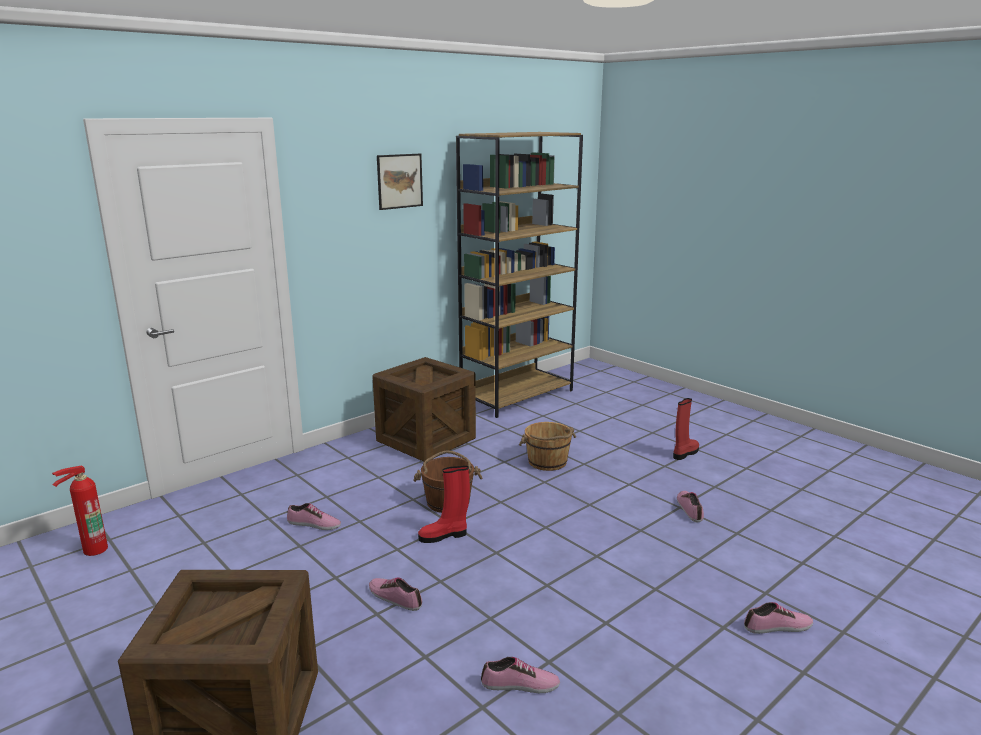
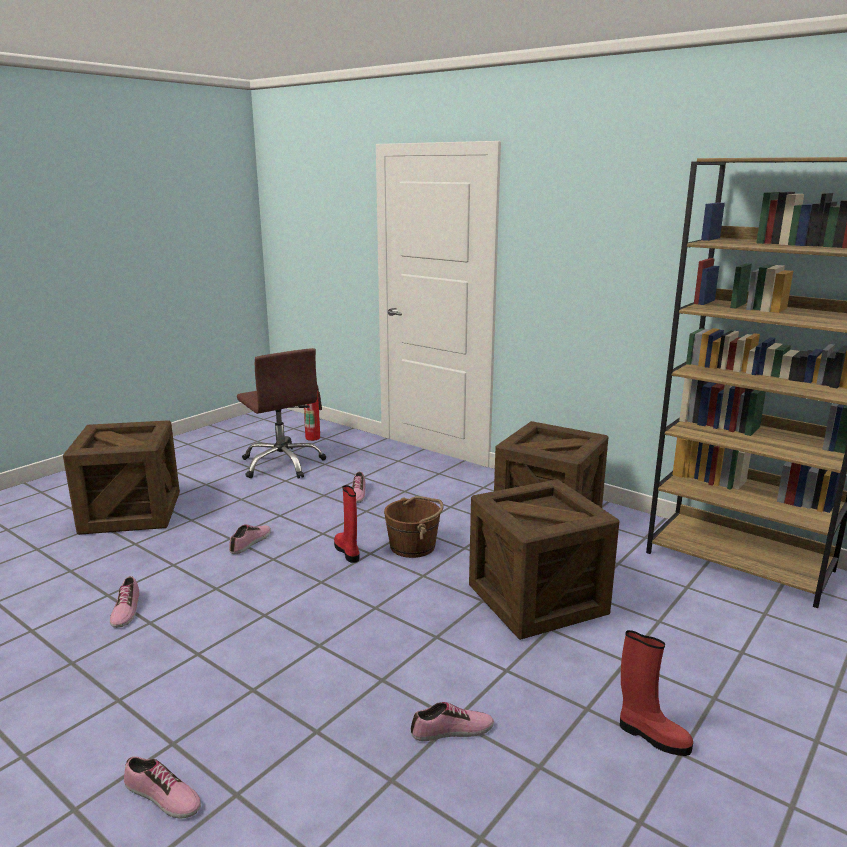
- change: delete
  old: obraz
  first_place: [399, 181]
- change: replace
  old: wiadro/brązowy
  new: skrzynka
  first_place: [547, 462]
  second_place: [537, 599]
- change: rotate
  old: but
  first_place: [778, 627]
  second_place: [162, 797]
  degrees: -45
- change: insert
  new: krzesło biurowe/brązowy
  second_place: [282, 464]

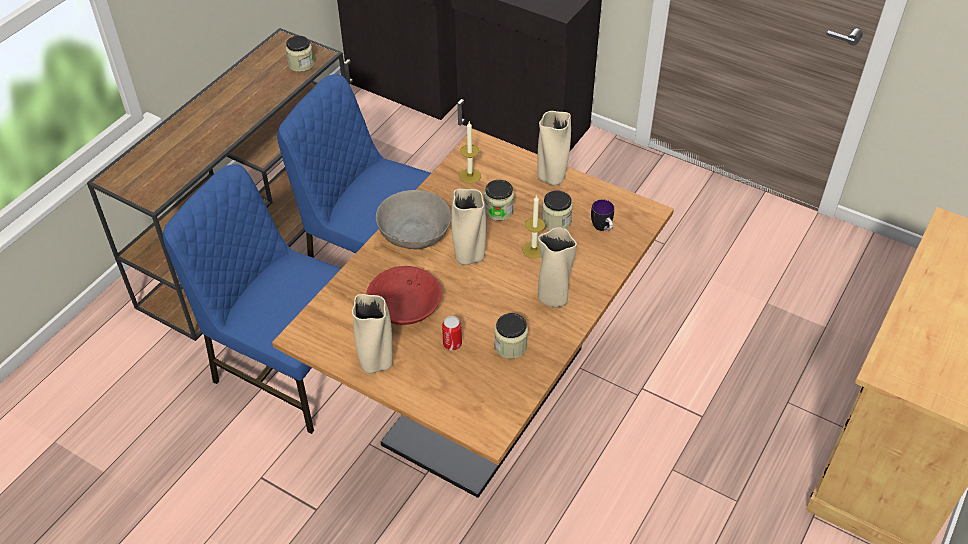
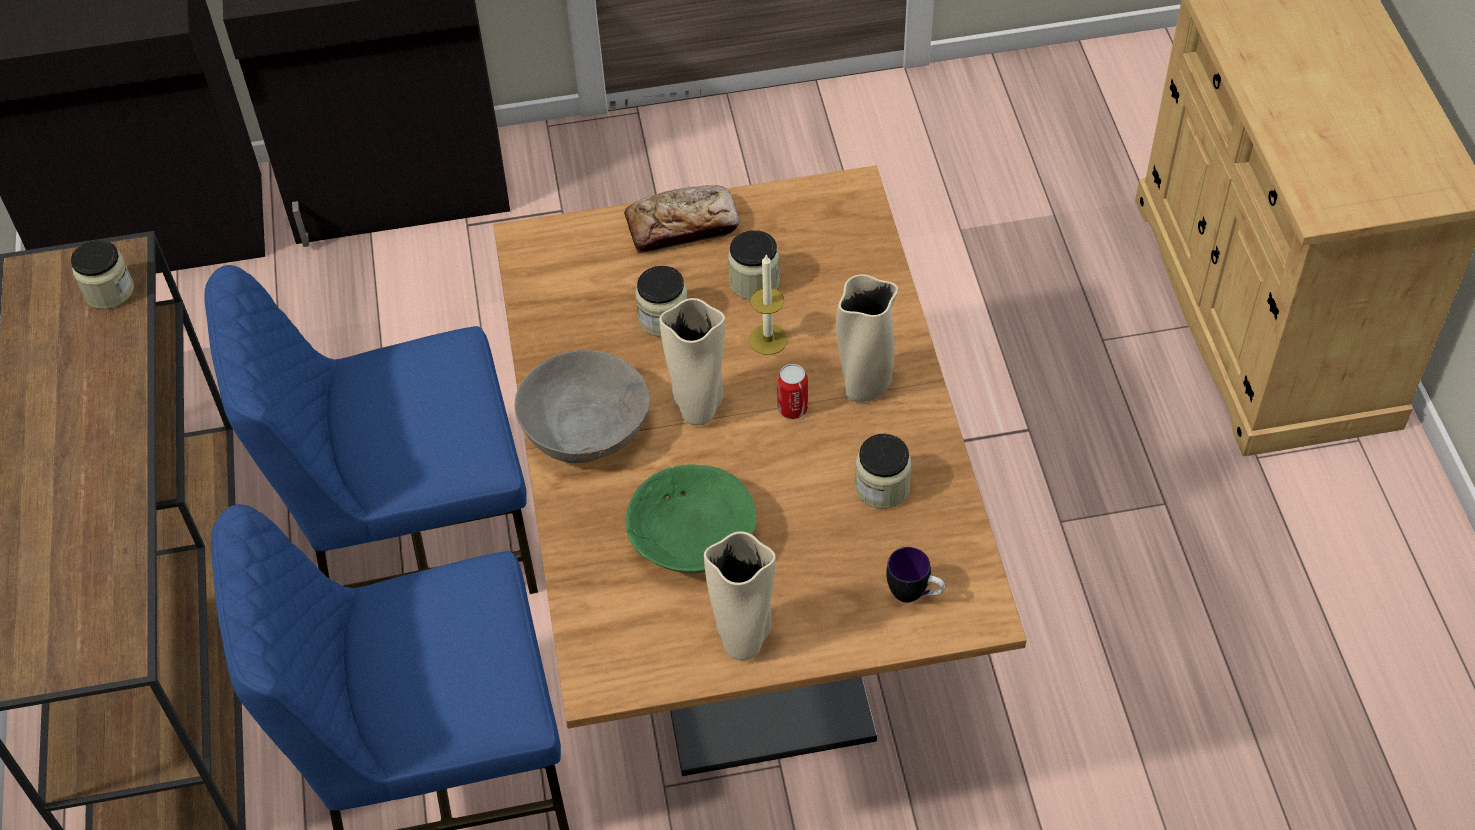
- change: replace
  old: wazon/beżowy
  new: chleb
  first_place: [551, 179]
  second_place: [682, 226]
- change: delete
  old: świeca
  first_place: [470, 176]
- change: move
  old: kubek
  first_place: [603, 229]
  second_place: [914, 594]
- change: recolor
  old: miska/czerwony
  new: miska/zielony
  first_place: [406, 308]
  second_place: [694, 537]
- change: move
  old: puszka
  first_place: [452, 344]
  second_place: [792, 408]

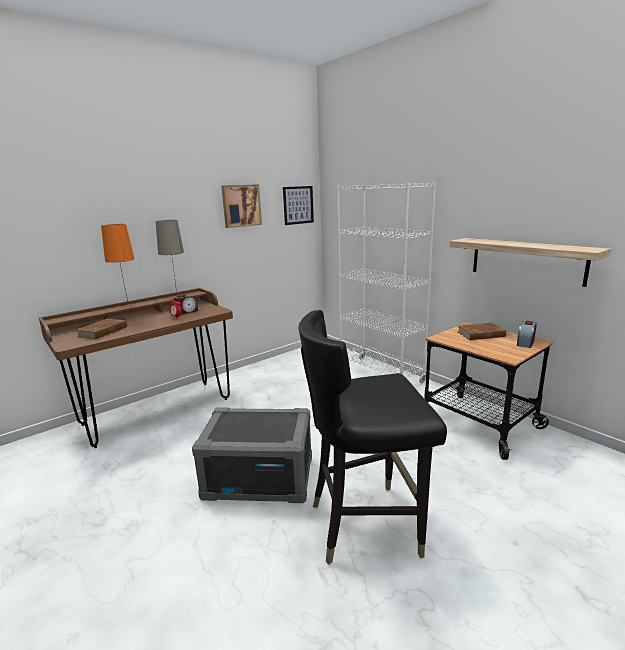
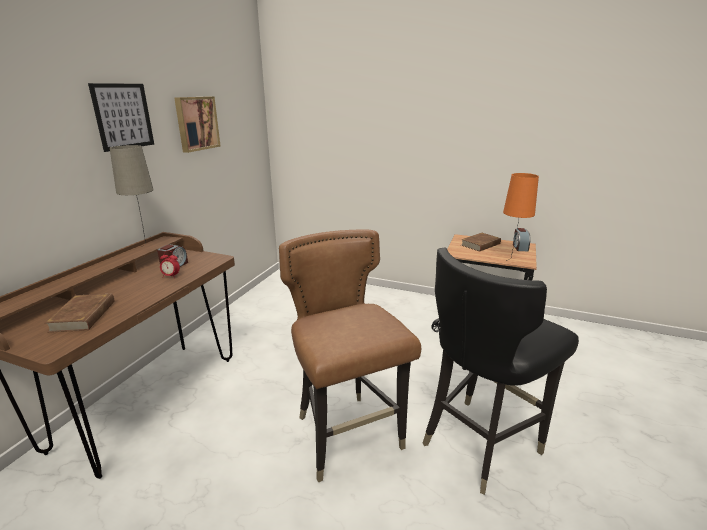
- change: delete
  old: regał/biały
  first_place: [380, 374]
- change: move
  old: obraz
  first_place: [298, 205]
  second_place: [123, 116]
- change: move
  old: lampa stołowa/pomarańczowy
  first_place: [128, 307]
  second_place: [510, 263]
- change: delete
  old: półka
  first_place: [526, 260]
- change: replace
  old: pojemnik do przechowywania/szary
  new: krzesło/brązowy
  first_place: [260, 477]
  second_place: [347, 436]

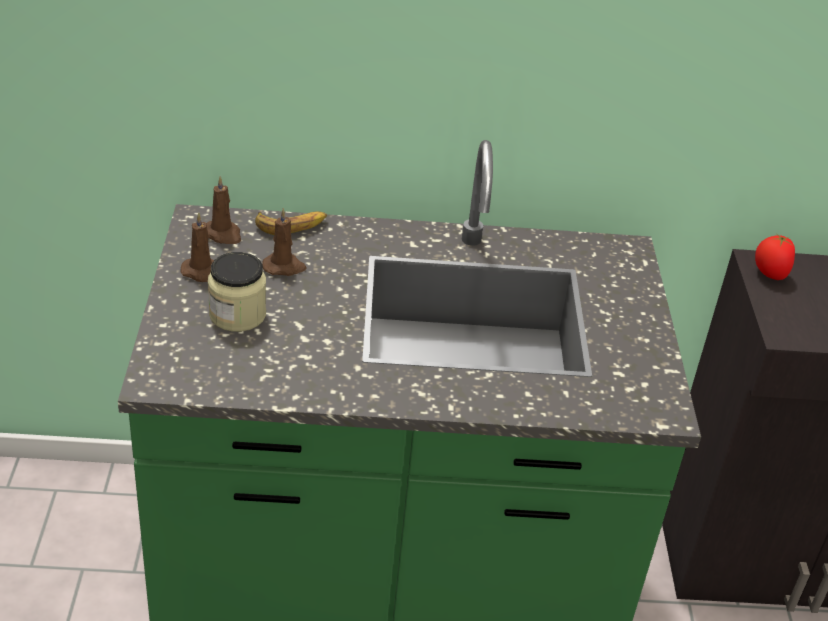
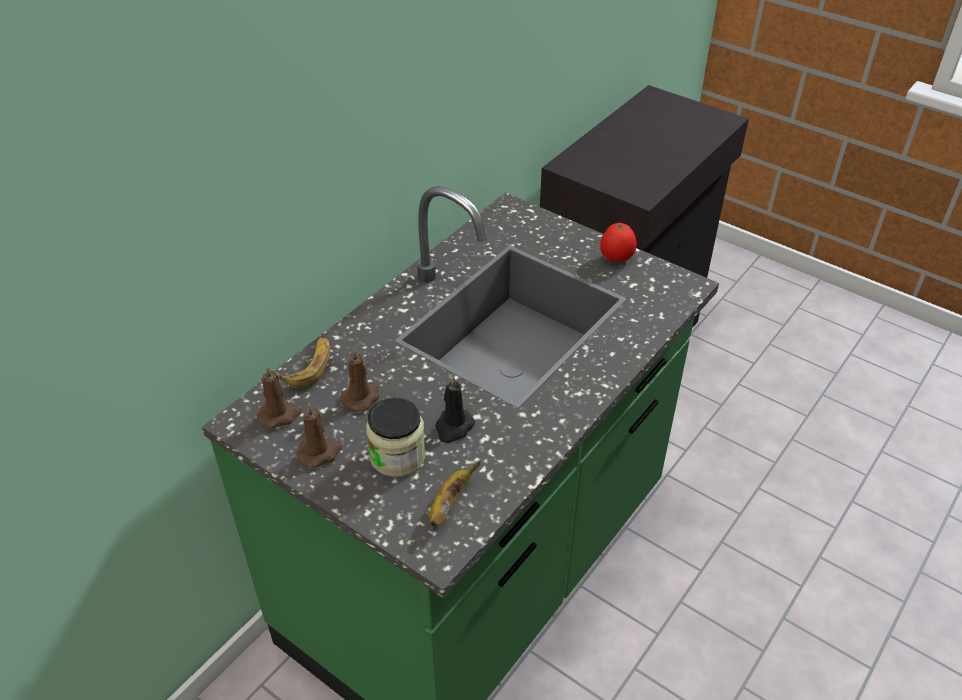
- change: move
  old: pomidor
  first_place: [769, 274]
  second_place: [616, 258]
- change: insert
  new: świeca/czarny
  second_place: [453, 427]
- change: insert
  new: banan
  second_place: [449, 503]

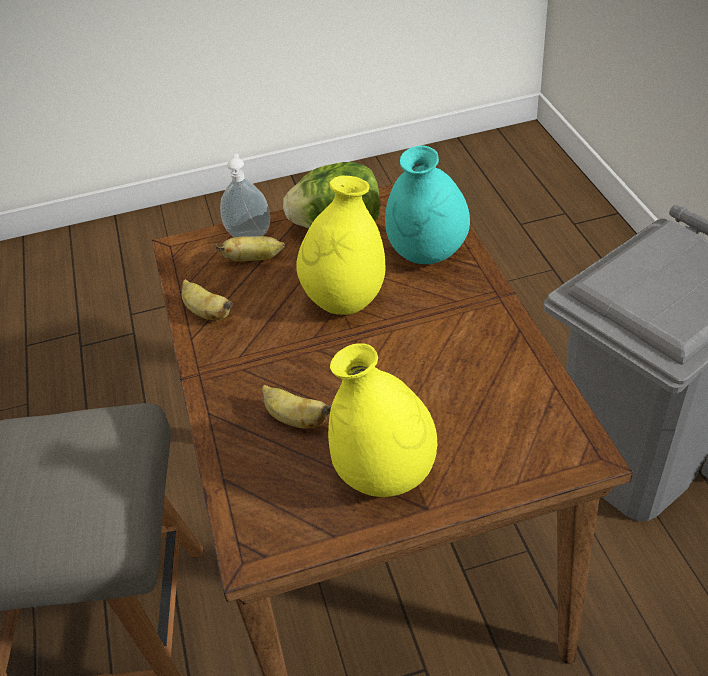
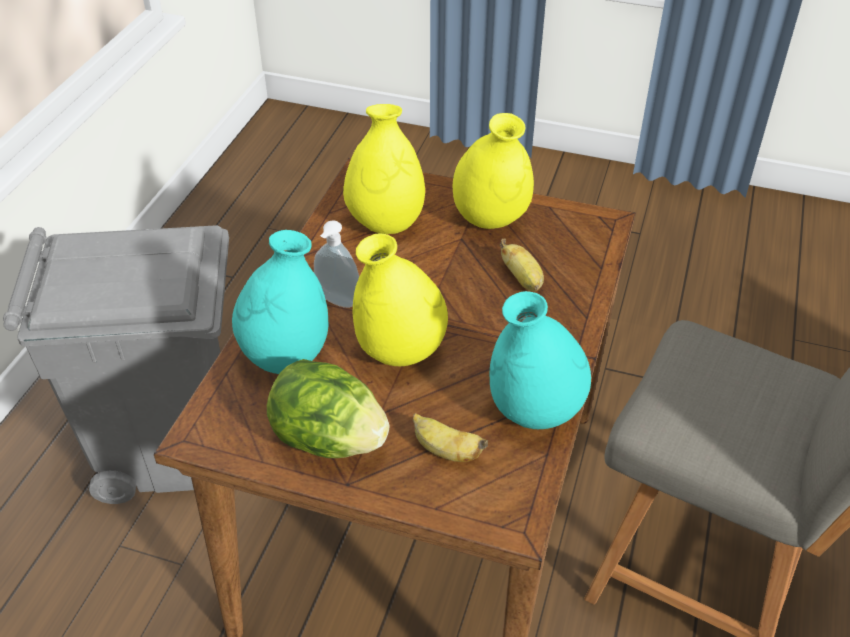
- change: move
  old: dozownik mydła
  first_place: [249, 233]
  second_place: [337, 302]
- change: replace
  old: banan
  new: wazon/turkusowy
  first_place: [206, 312]
  second_place: [534, 412]
- change: insert
  new: wazon/żółty
  second_place: [386, 223]

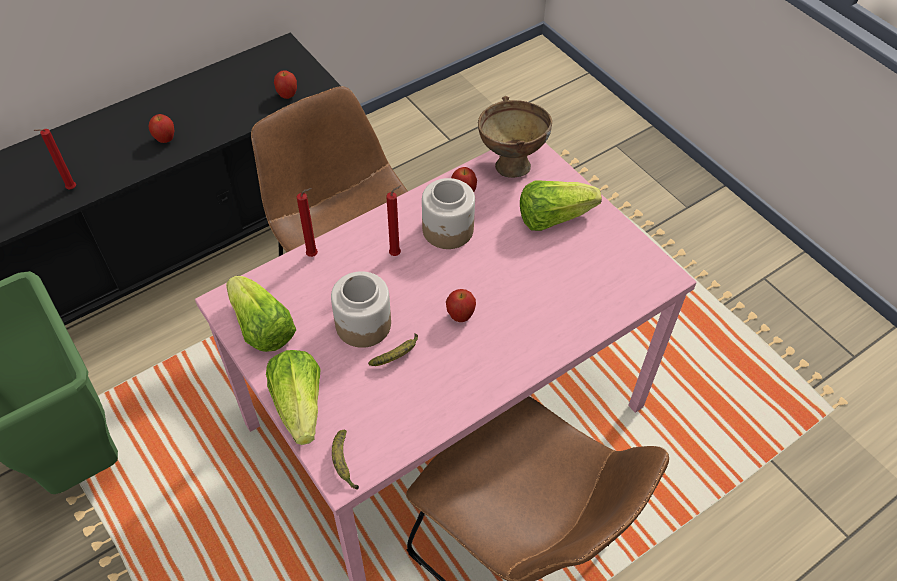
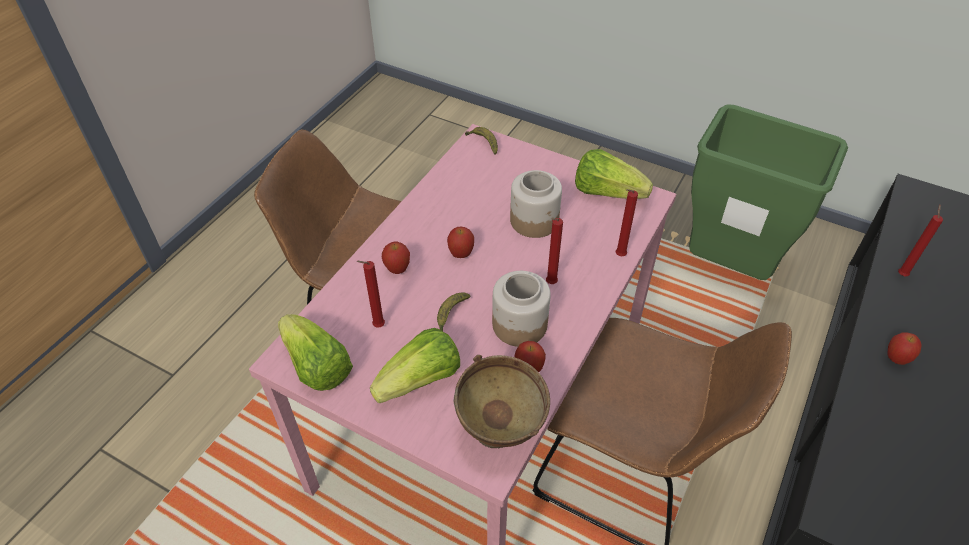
- change: move
  old: jabłko
  first_place: [287, 95]
  second_place: [397, 269]
- change: move
  old: banan
  first_place: [397, 355]
  second_place: [450, 316]
- change: move
  old: sałata
  first_place: [299, 405]
  second_place: [316, 366]
- change: insert
  new: świeca/czerwony
  second_place: [377, 326]

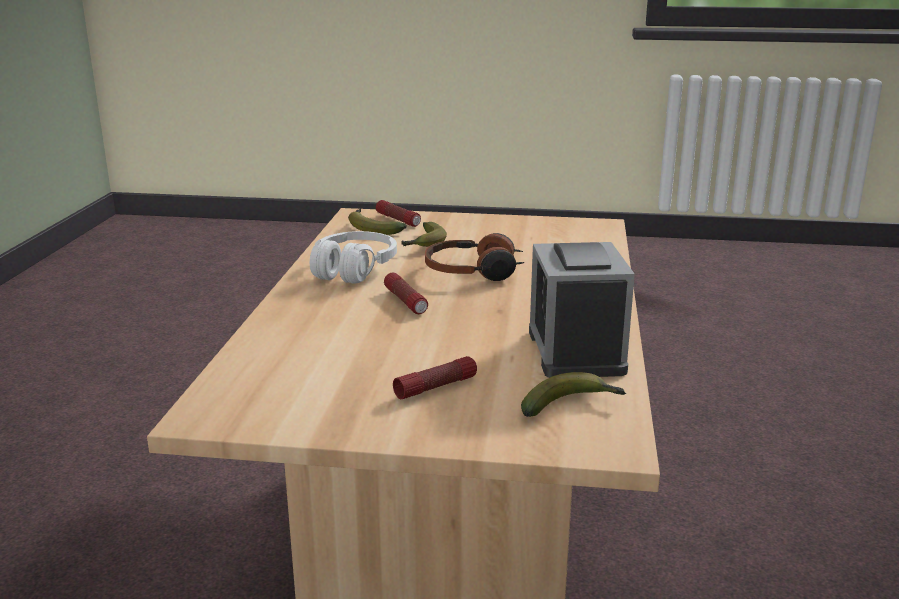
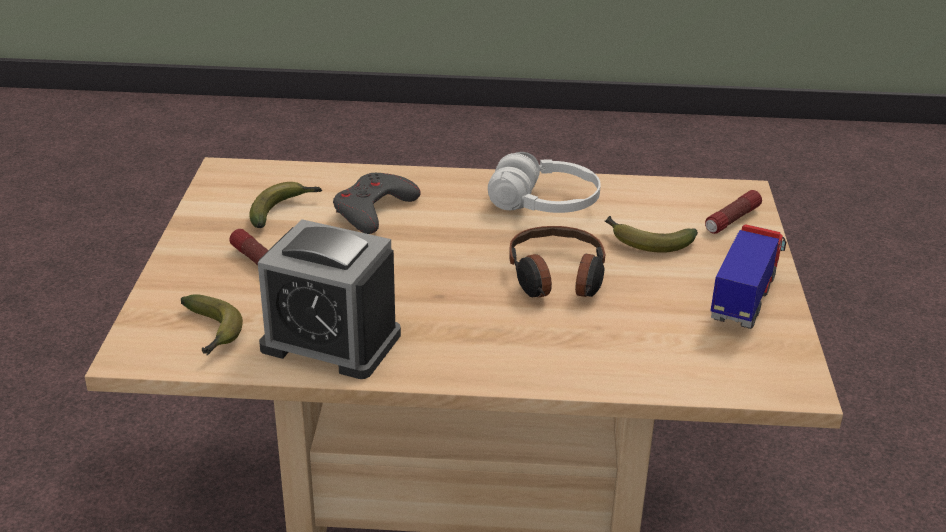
- change: move
  old: banan
  first_place: [372, 228]
  second_place: [283, 211]
- change: rotate
  old: budzik
  first_place: [575, 351]
  second_place: [331, 341]
  degrees: -150
- change: delete
  old: latarka
  first_place: [406, 302]
- change: insert
  new: pad do gier/szary
  second_place: [373, 210]
- change: insert
  new: ciężarówka zabawkowa
  second_place: [744, 298]

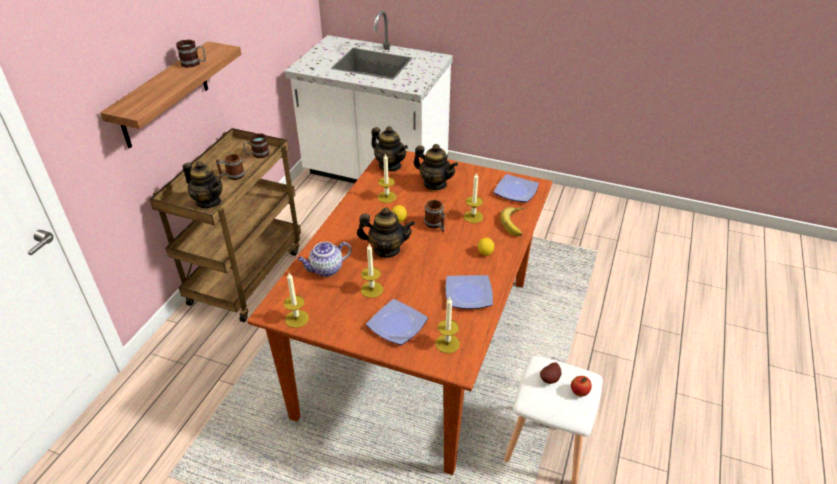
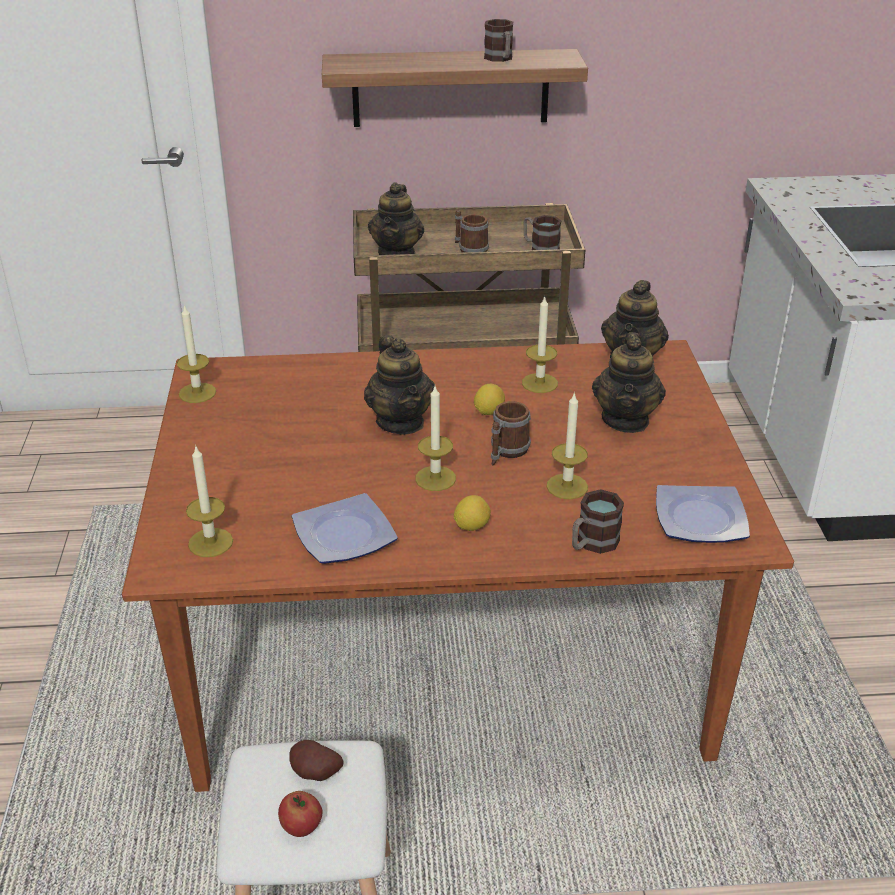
- change: replace
  old: banan
  new: kubek
  first_place: [516, 223]
  second_place: [592, 544]
- change: delete
  old: imbryk
  first_place: [326, 269]
- change: move
  old: świeca
  first_place: [372, 289]
  second_place: [435, 478]
- change: delete
  old: talerz
  first_place: [398, 325]

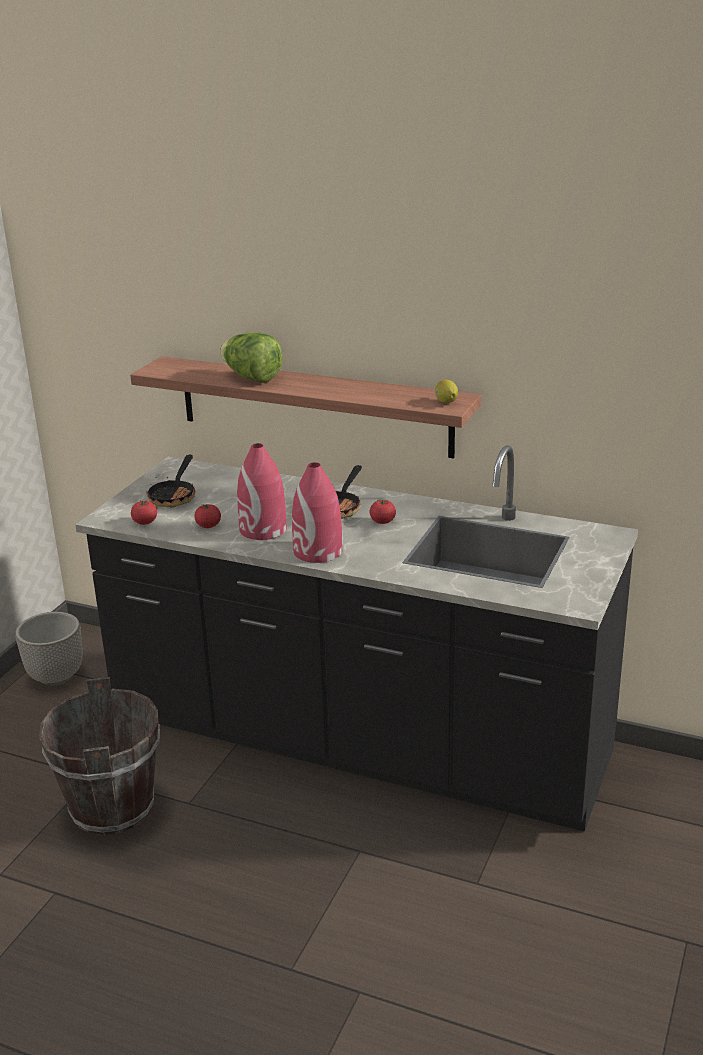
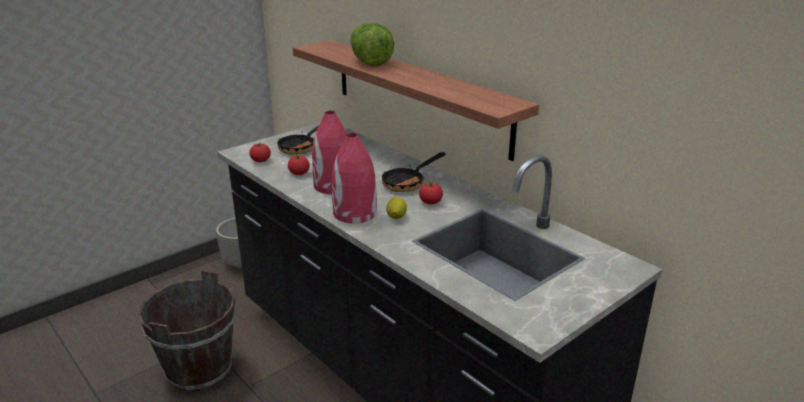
- change: move
  old: cytryna
  first_place: [446, 402]
  second_place: [396, 217]

